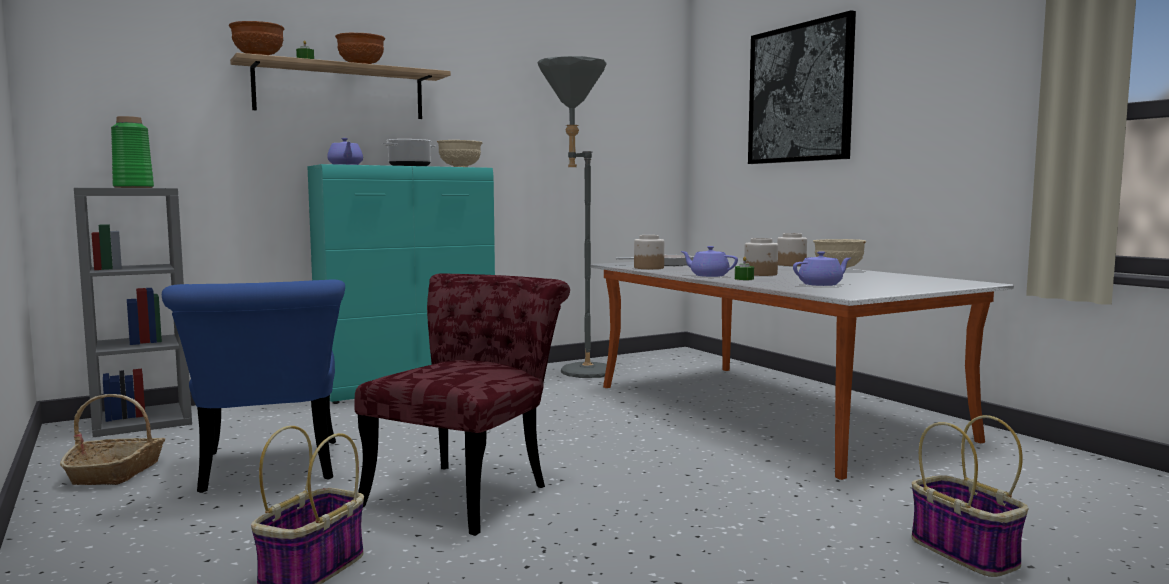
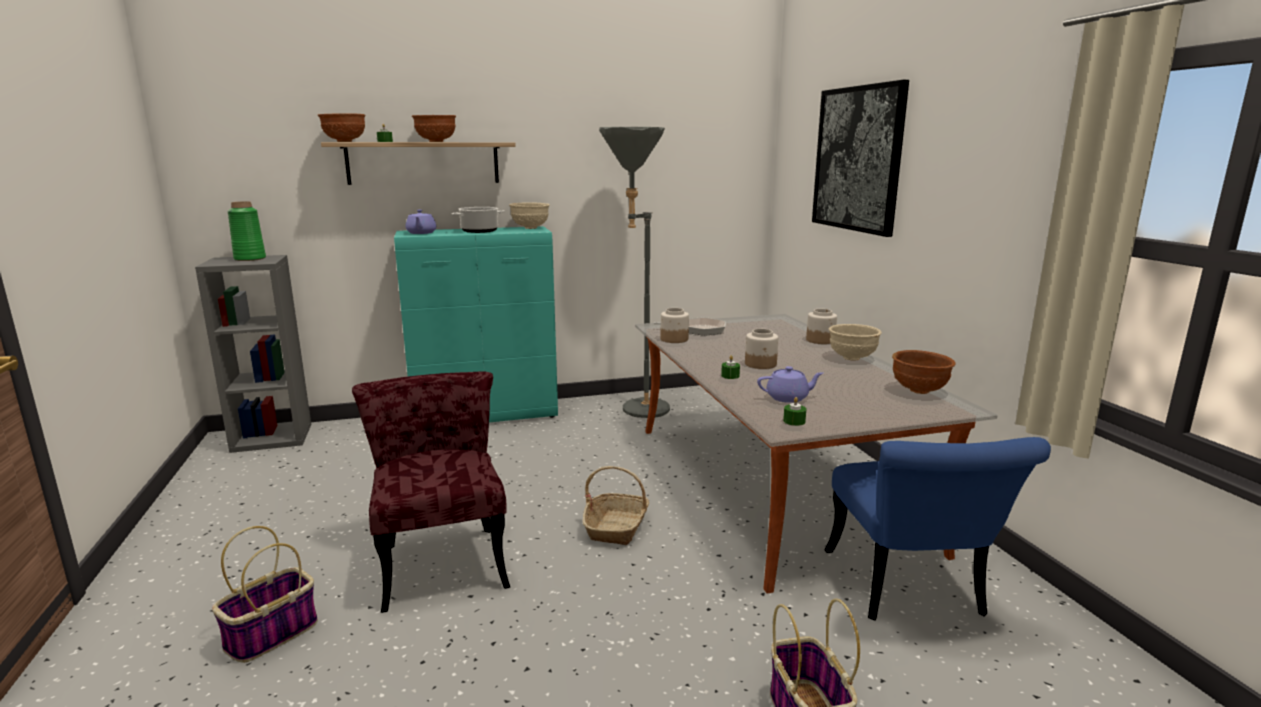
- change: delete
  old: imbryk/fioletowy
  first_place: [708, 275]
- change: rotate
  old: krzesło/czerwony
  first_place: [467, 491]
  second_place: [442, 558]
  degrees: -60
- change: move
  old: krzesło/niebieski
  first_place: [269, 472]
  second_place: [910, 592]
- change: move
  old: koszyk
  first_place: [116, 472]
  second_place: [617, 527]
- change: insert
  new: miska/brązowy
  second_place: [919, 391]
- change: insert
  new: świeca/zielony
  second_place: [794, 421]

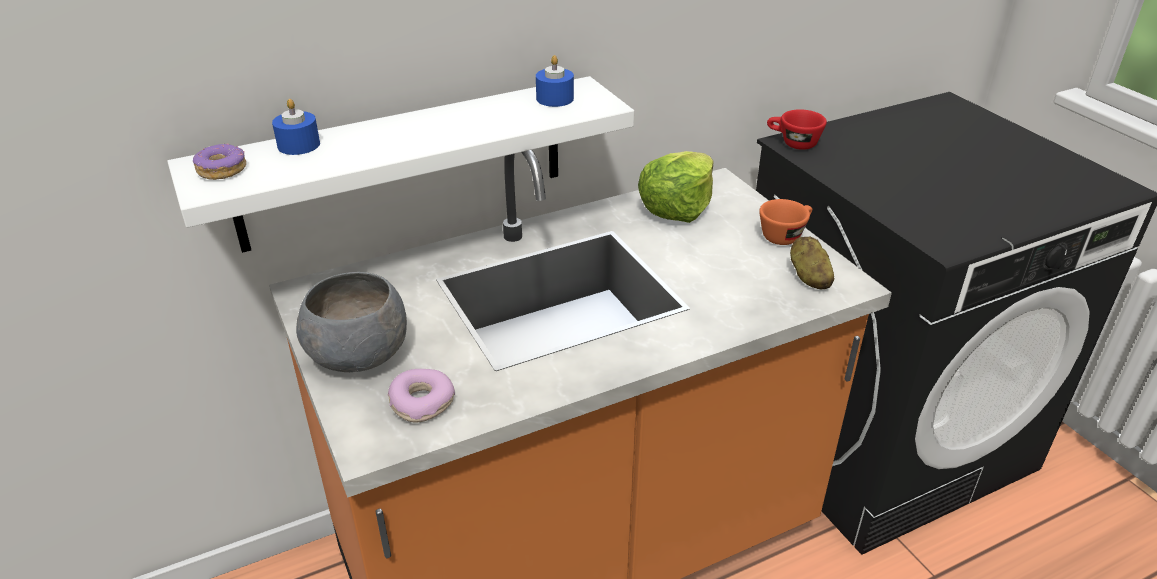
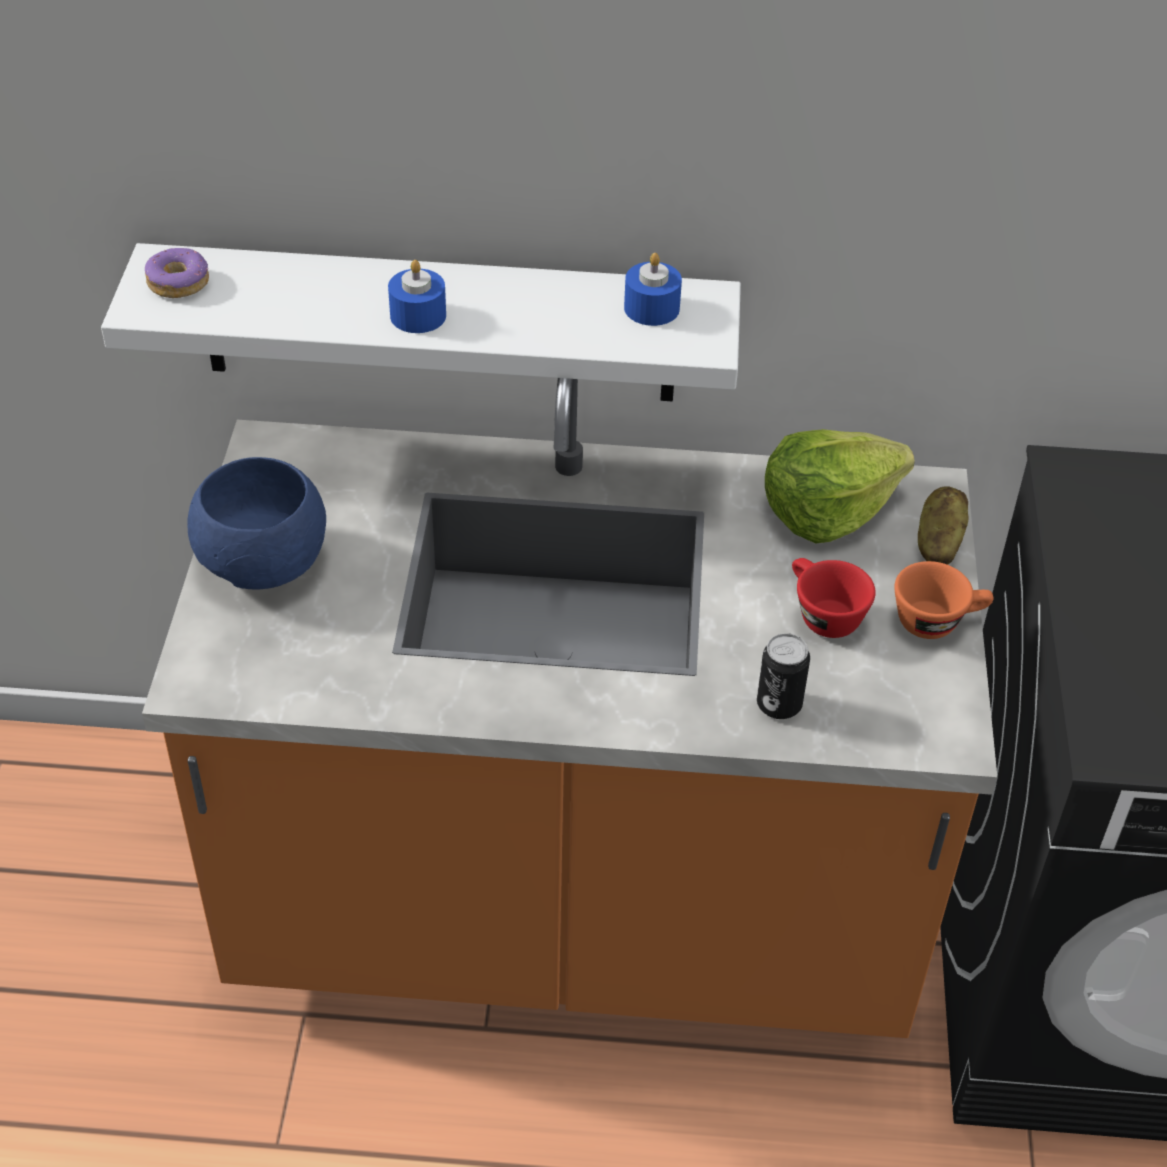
- change: move
  old: świeca/niebieski
  first_place: [299, 145]
  second_place: [418, 315]
- change: move
  old: filiżanka/czerwony
  first_place: [793, 143]
  second_place: [822, 614]
- change: move
  old: ziemniak
  first_place: [809, 277]
  second_place: [937, 543]
- change: recolor
  old: miska/szary
  new: miska/niebieski
  first_place: [358, 354]
  second_place: [264, 561]
- change: delete
  old: donut
  first_place: [422, 402]
- change: insert
  new: puszka
  second_place: [779, 704]

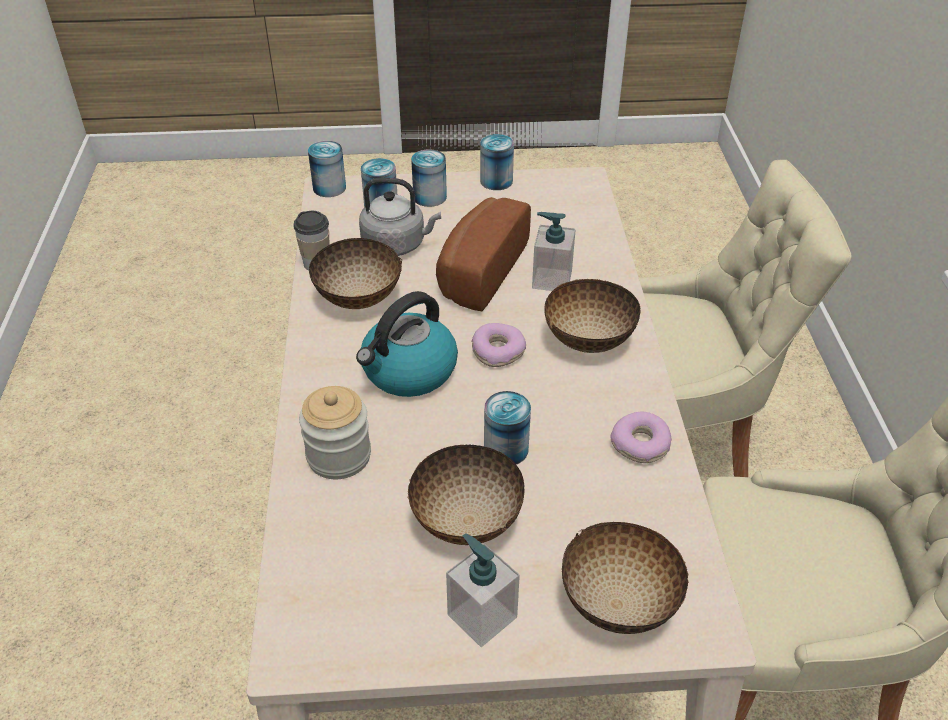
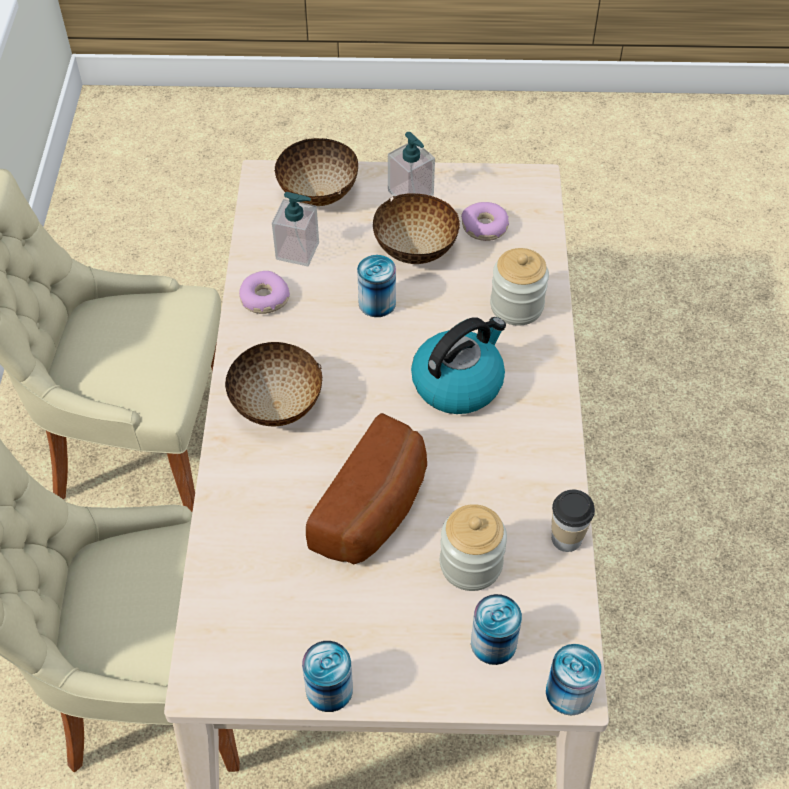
- change: delete
  old: puszka
  first_place: [429, 197]
- change: replace
  old: czajnik/szary
  new: słoik
  first_place: [397, 244]
  second_place: [471, 564]
- change: move
  old: dozownik mydła
  first_place: [551, 280]
  second_place: [298, 251]
- change: delete
  old: miska
  first_place: [357, 299]
- change: move
  old: donut
  first_place: [498, 351]
  second_place: [484, 227]

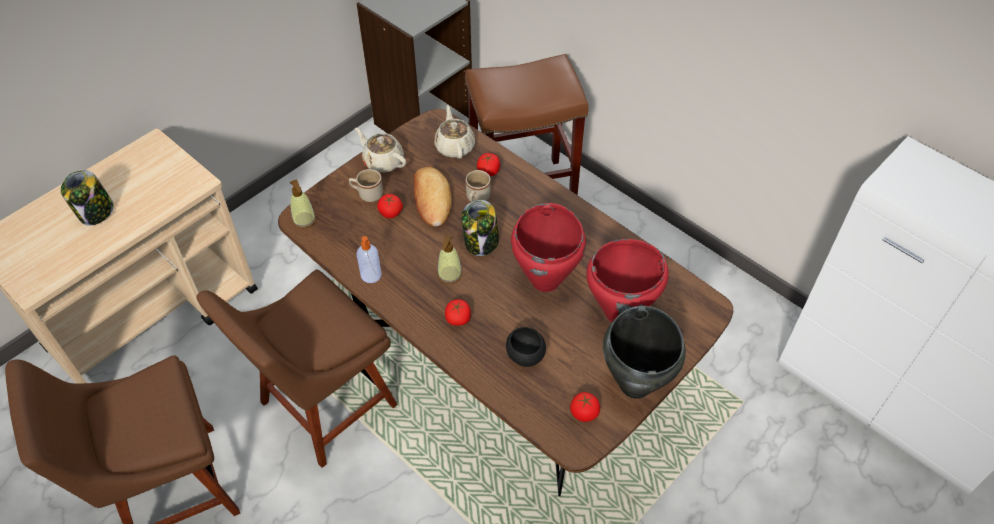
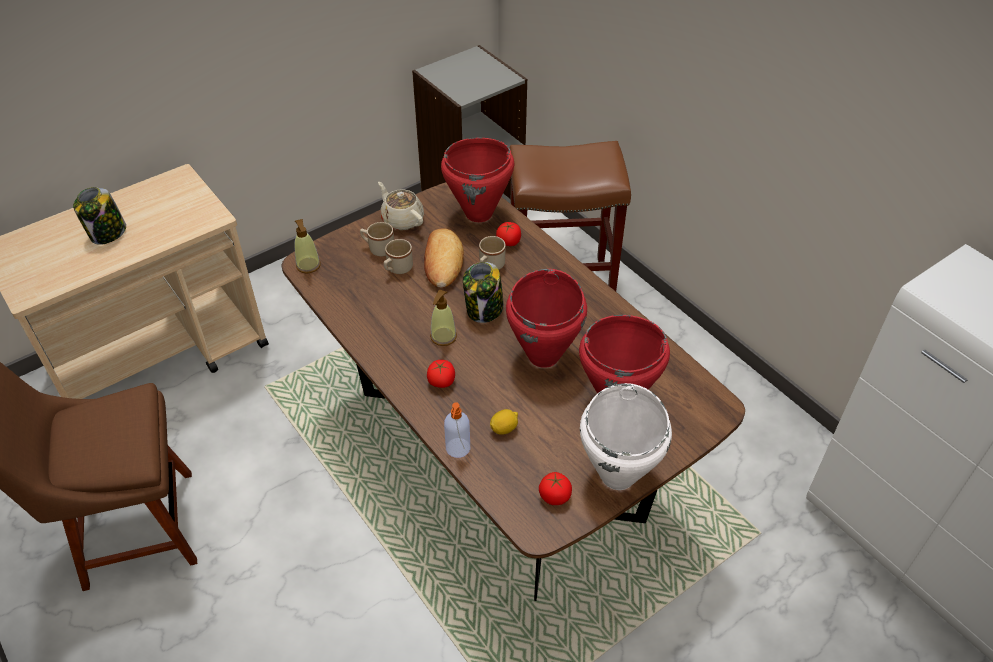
- change: replace
  old: imbryk/beżowy
  new: garnek/czerwony
  first_place: [454, 146]
  second_place: [479, 214]
- change: replace
  old: pomidor
  new: kubek/beżowy
  first_place: [390, 213]
  second_place: [397, 269]
- change: move
  old: dozownik mydła
  first_place: [371, 276]
  second_place: [457, 449]
- change: delete
  old: krzesło/brązowy
  first_place: [323, 408]
- change: recolor
  old: garnek/czarny
  new: garnek/biały
  first_place: [635, 384]
  second_place: [618, 475]
- change: replace
  old: miska/czarny
  new: cytryna
  first_place: [525, 356]
  second_place: [504, 428]

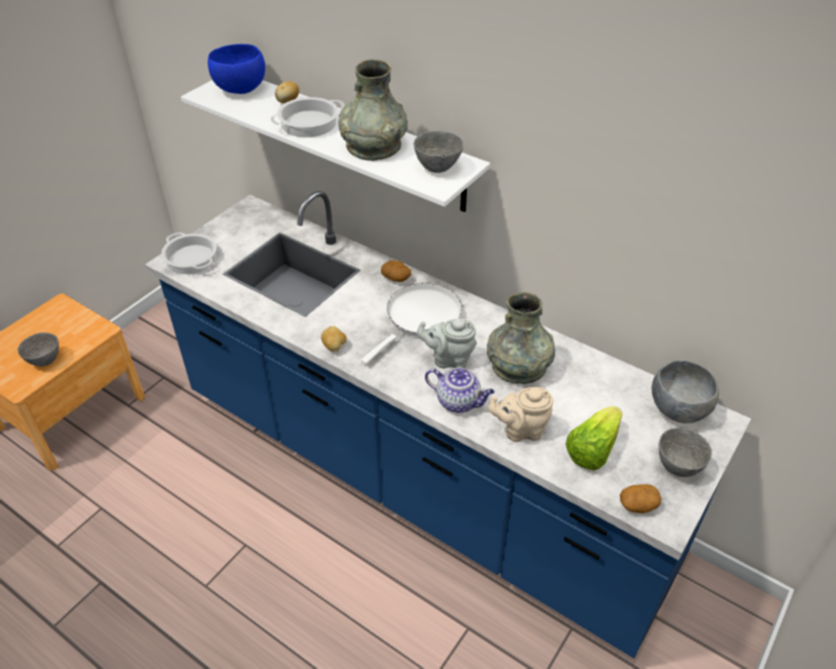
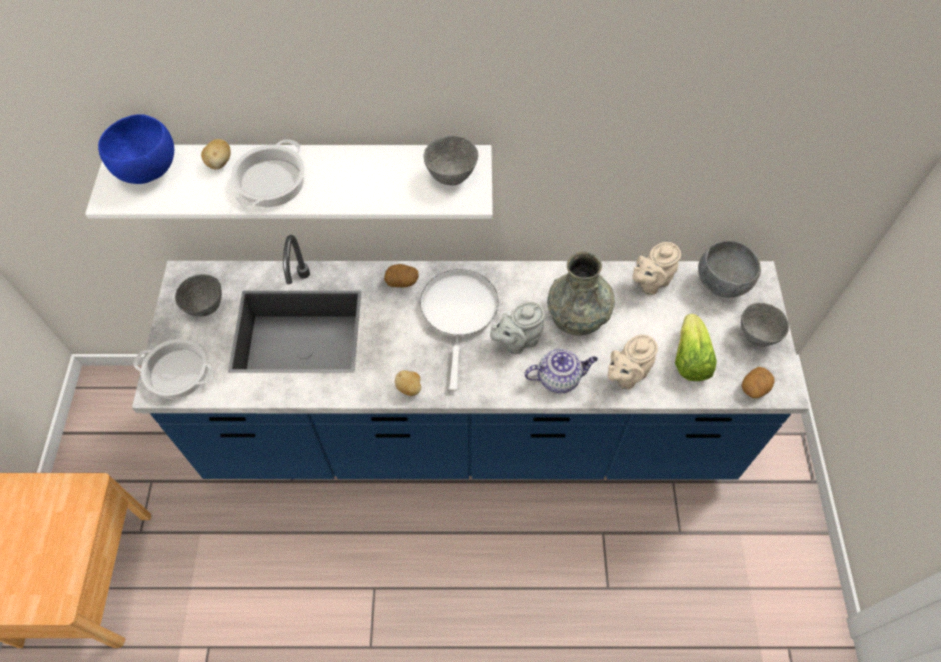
- change: delete
  old: wazon/szary
  first_place: [373, 146]
- change: move
  old: miska/szary
  first_place: [45, 361]
  second_place: [206, 307]
- change: insert
  new: imbryk/beżowy
  second_place: [650, 282]

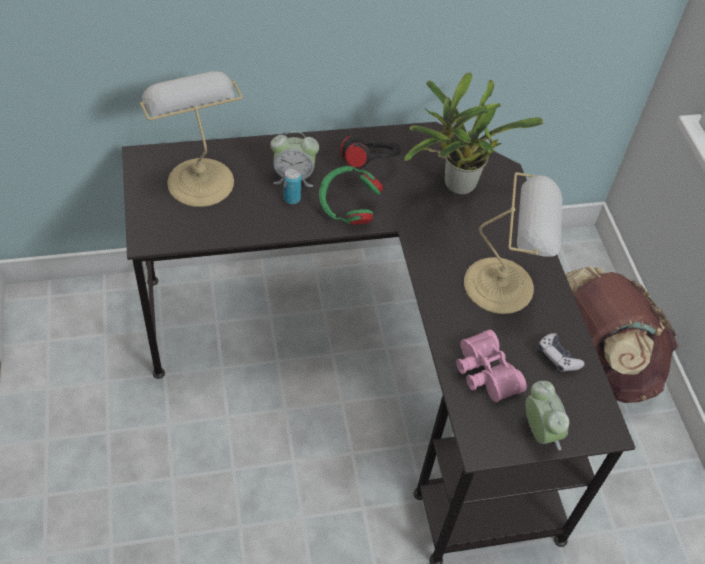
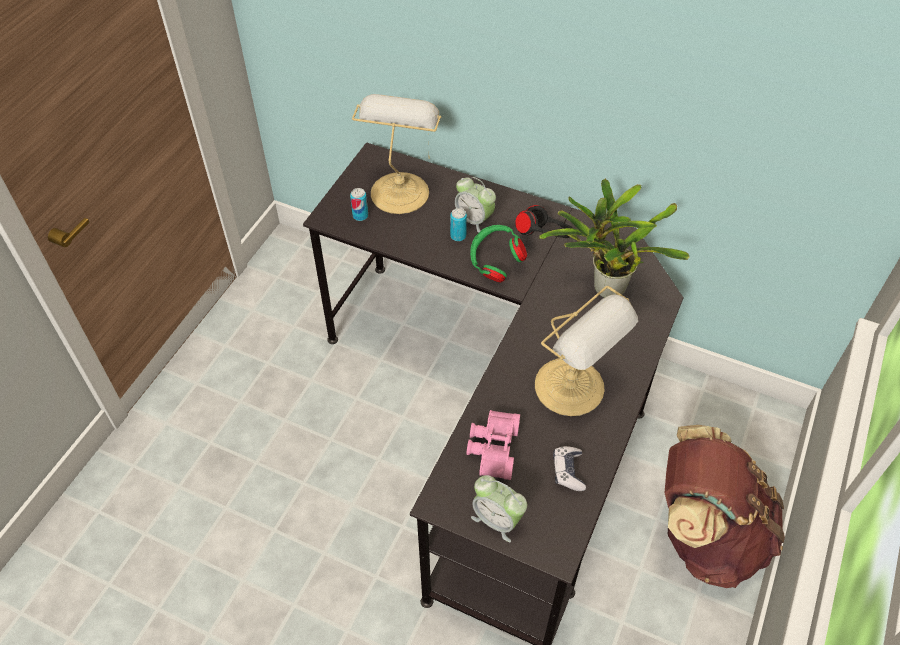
- change: rotate
  old: budzik
  first_place: [539, 431]
  second_place: [497, 520]
  degrees: 105
- change: insert
  new: puszka
  second_place: [360, 216]

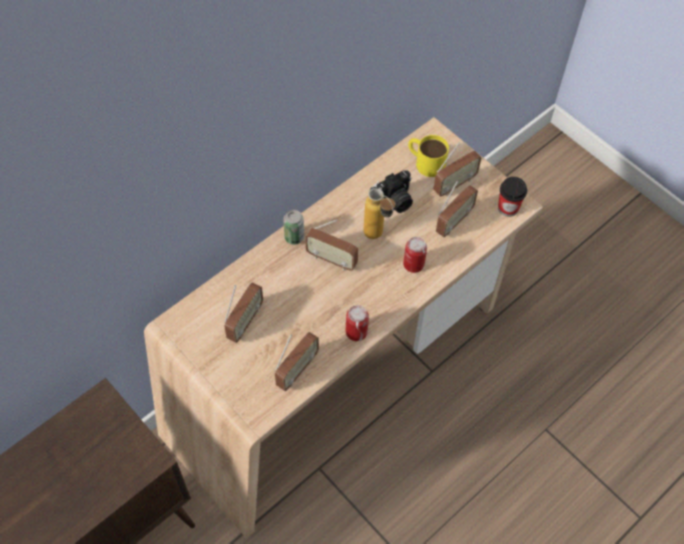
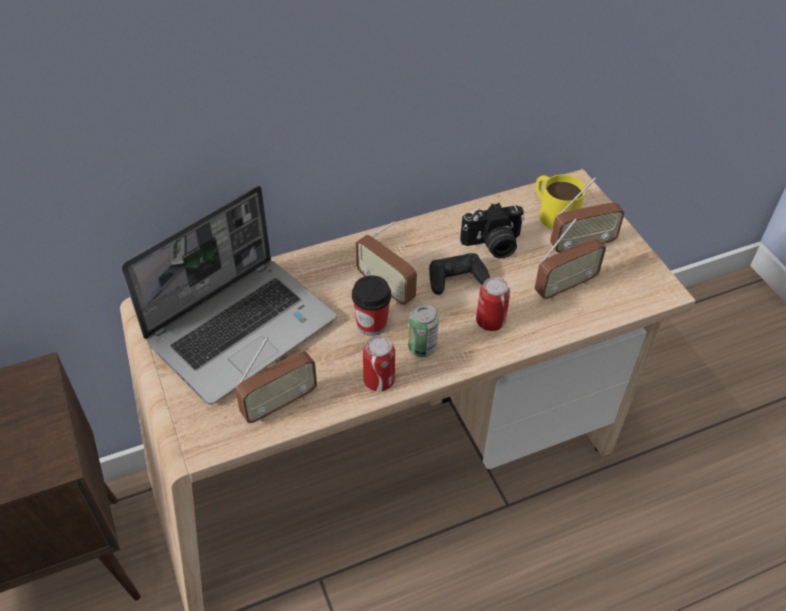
- change: move
  old: filiżanka
  first_place: [508, 208]
  second_place: [371, 324]
- change: replace
  old: butelka
  new: pad do gier/czarny
  first_place: [377, 237]
  second_place: [456, 278]
- change: move
  old: puszka
  first_place: [294, 237]
  second_place: [422, 348]
- change: replace
  old: radio
  new: laptop
  first_place: [245, 322]
  second_place: [242, 328]

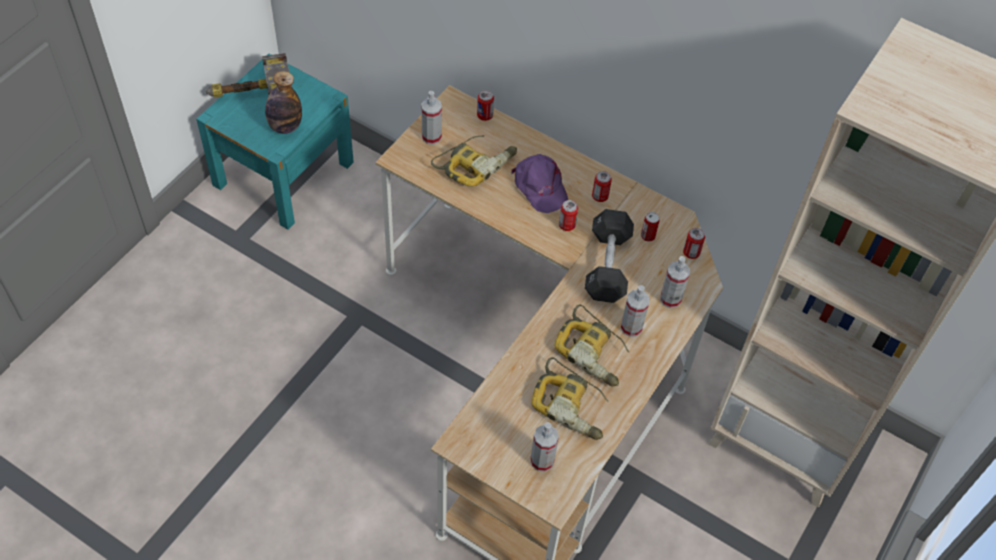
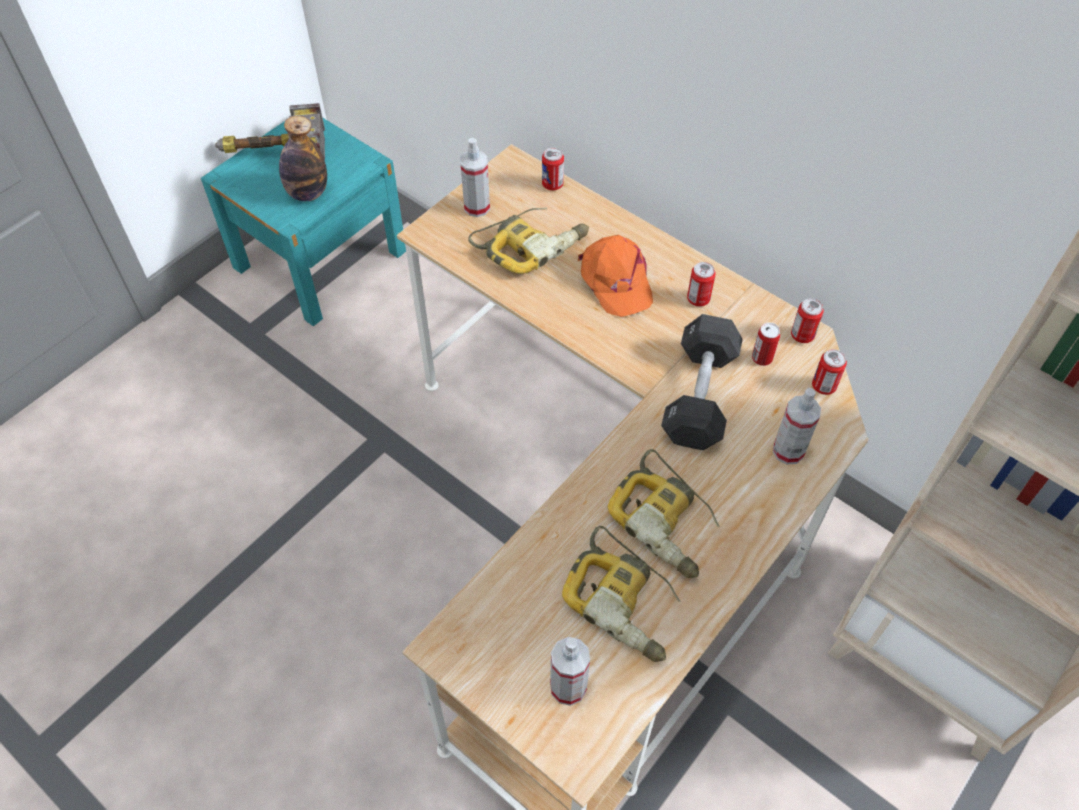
- change: recolor
  old: czapka z daszkiem/fioletowy
  new: czapka z daszkiem/pomarańczowy
  first_place: [540, 187]
  second_place: [615, 281]
- change: move
  old: puszka
  first_place: [567, 225]
  second_place: [802, 335]
- change: delete
  old: spryskiwacz
  first_place: [631, 327]

